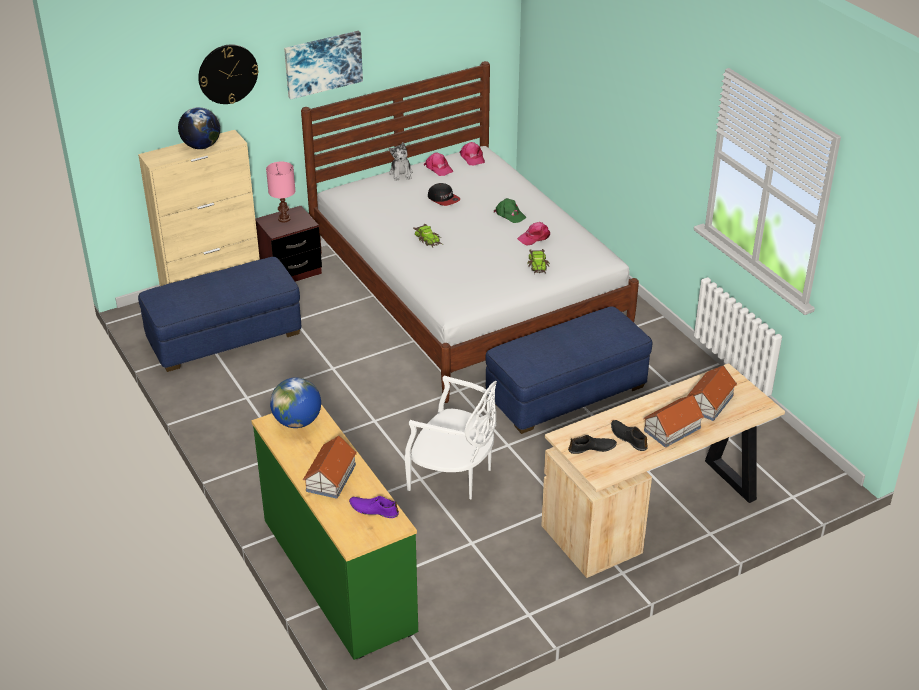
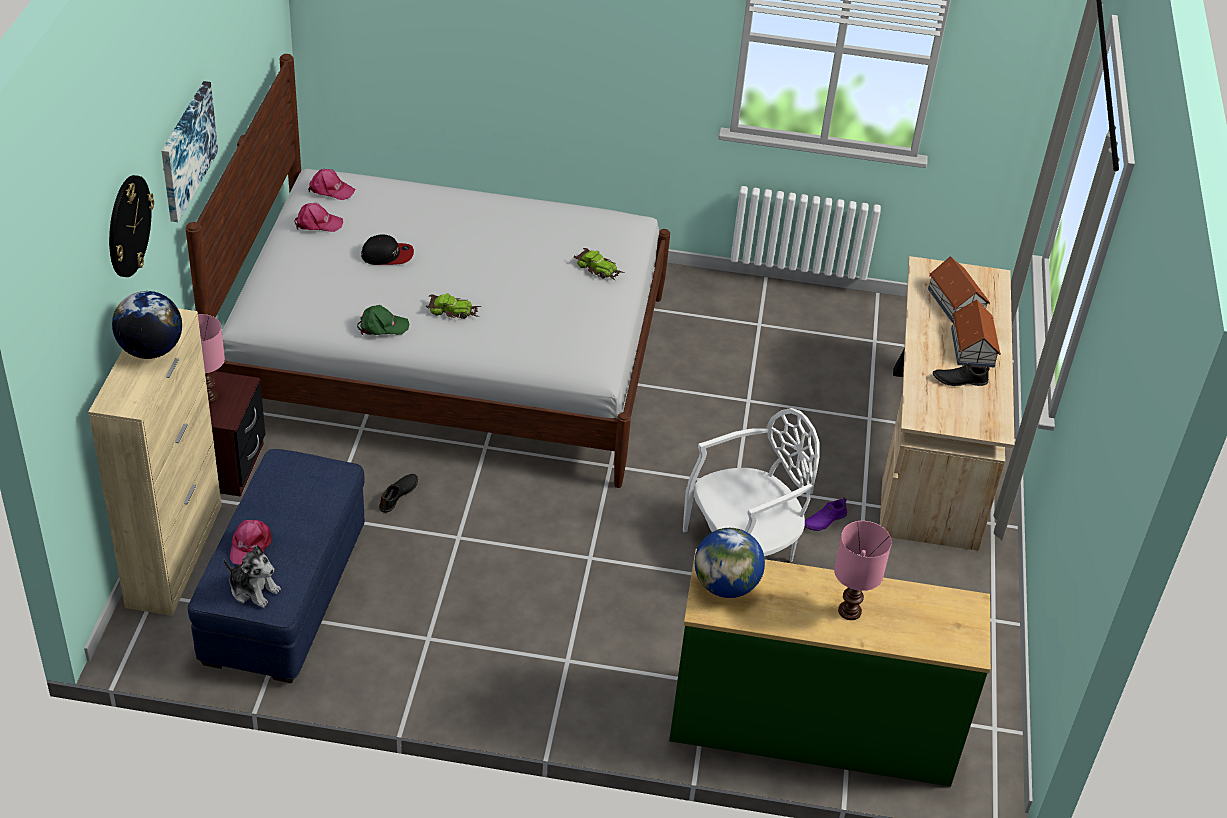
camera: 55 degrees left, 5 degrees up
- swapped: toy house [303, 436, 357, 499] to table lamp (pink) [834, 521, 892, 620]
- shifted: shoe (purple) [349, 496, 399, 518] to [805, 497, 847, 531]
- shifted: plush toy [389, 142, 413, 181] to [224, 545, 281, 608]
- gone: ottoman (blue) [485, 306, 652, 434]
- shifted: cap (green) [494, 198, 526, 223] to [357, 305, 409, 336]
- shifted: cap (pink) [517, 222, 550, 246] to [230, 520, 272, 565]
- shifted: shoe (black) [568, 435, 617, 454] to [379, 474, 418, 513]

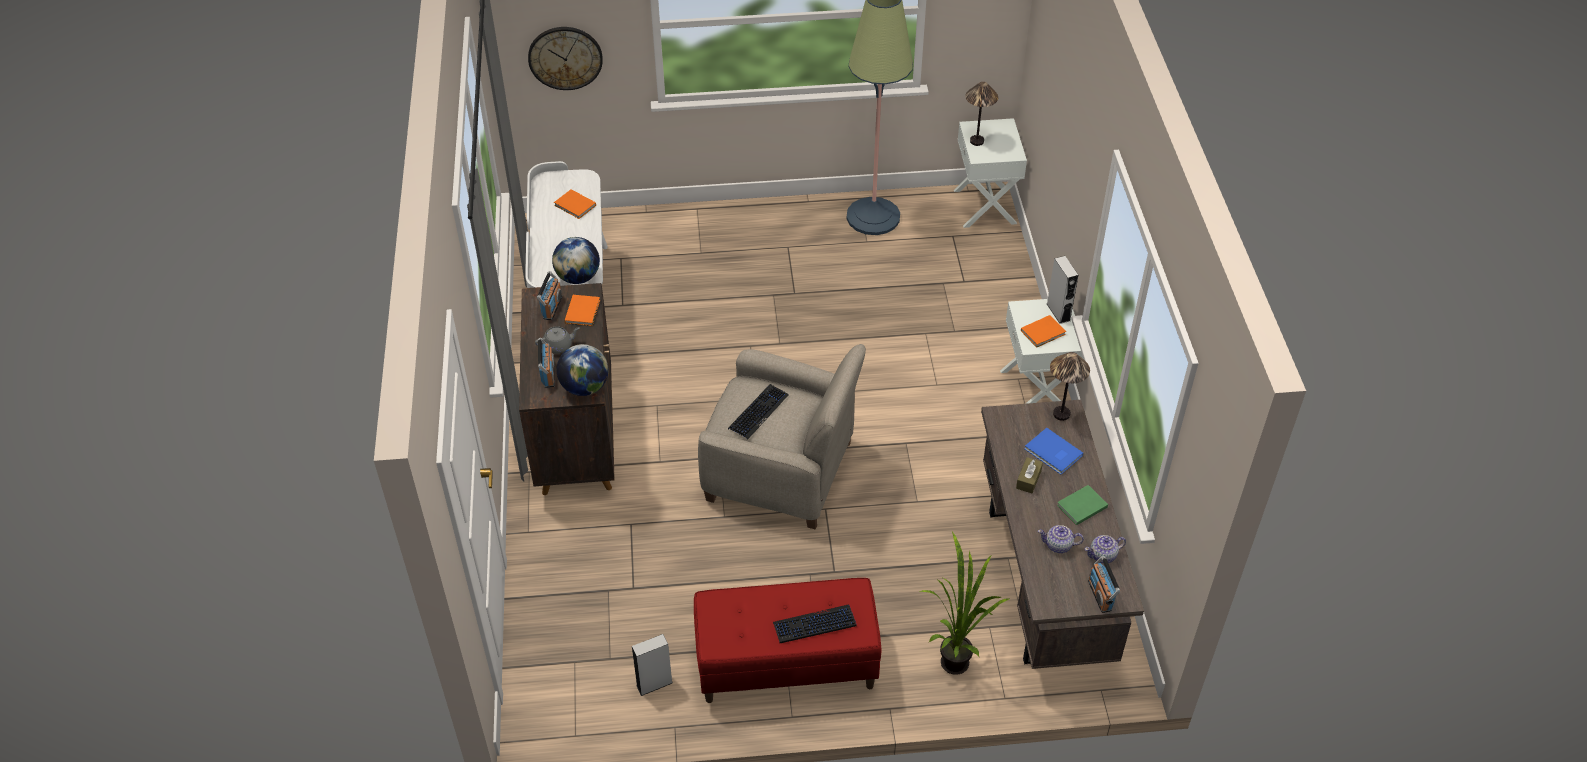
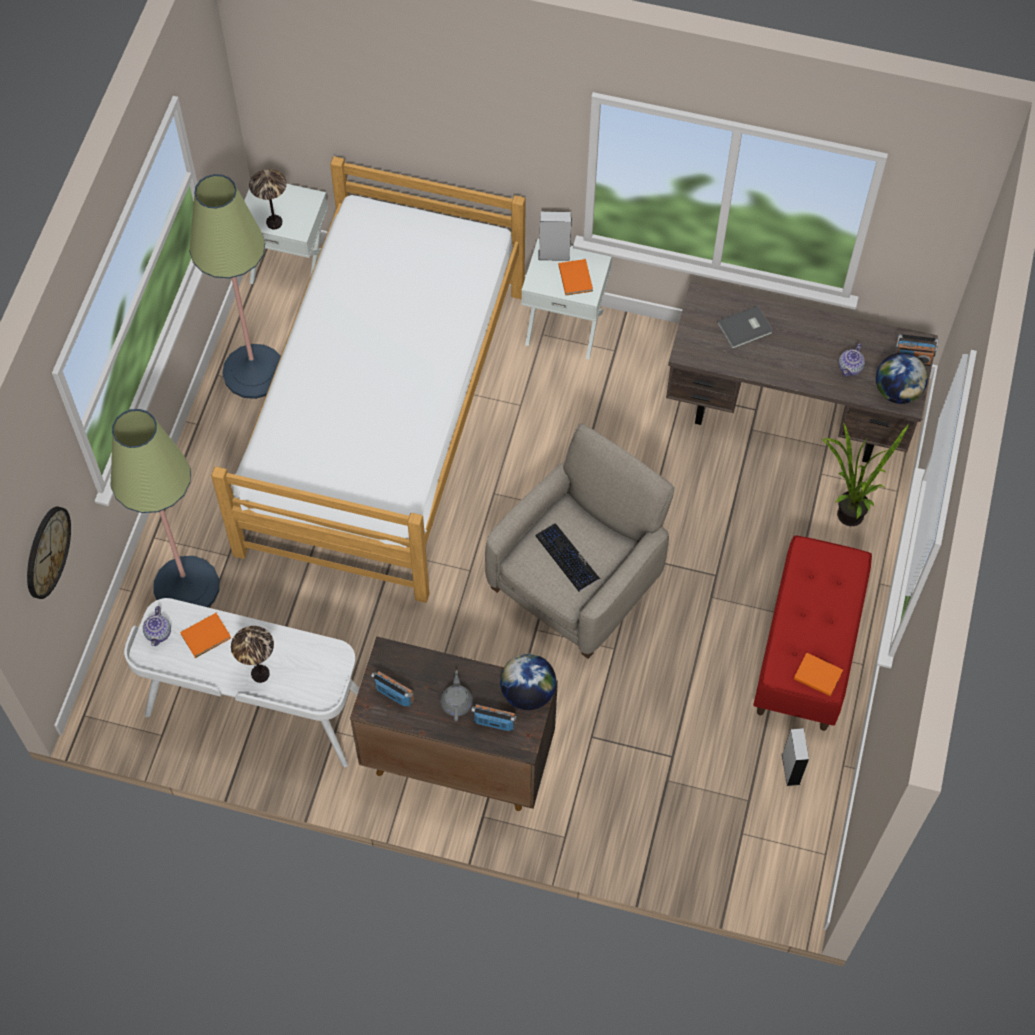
camera: 70 degrees left, 15 degrees up
- shifted: globe [552, 237, 600, 284] to [876, 352, 928, 404]
- shifted: book (orange) [565, 295, 600, 326] to [794, 653, 843, 696]
- gone: keyboard [773, 604, 857, 644]
- gone: tissue box (brown) [1016, 457, 1043, 493]
- repainted: book (blue) [1025, 428, 1083, 474] to book (grey) [717, 306, 773, 349]
- shifted: table lamp [1050, 352, 1090, 421] to [231, 626, 274, 683]
- gone: book (green) [1057, 485, 1108, 525]
- shifted: teapot [1085, 535, 1126, 563] to [143, 606, 171, 646]
- new: floor lamp [111, 409, 219, 607]
- new: bed [211, 156, 526, 603]

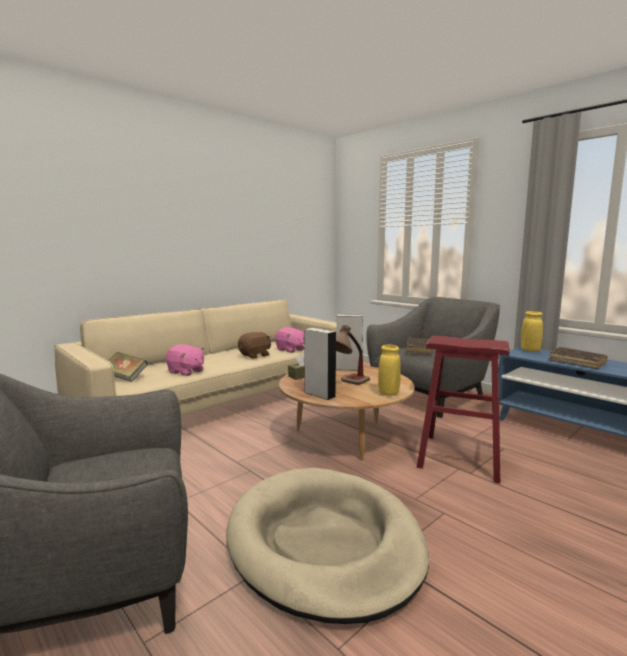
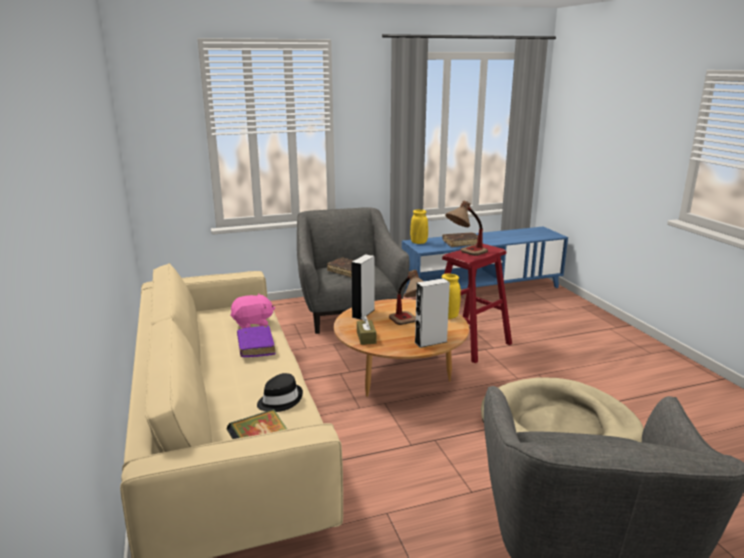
camera: 65 degrees left, 10 degrees up
- swapped: plush toy (pink) [165, 344, 204, 376] to hat (black) [257, 373, 303, 412]
- swapped: plush toy (brown) [238, 332, 271, 359] to book (purple) [237, 325, 275, 357]
- new: table lamp [445, 201, 488, 256]

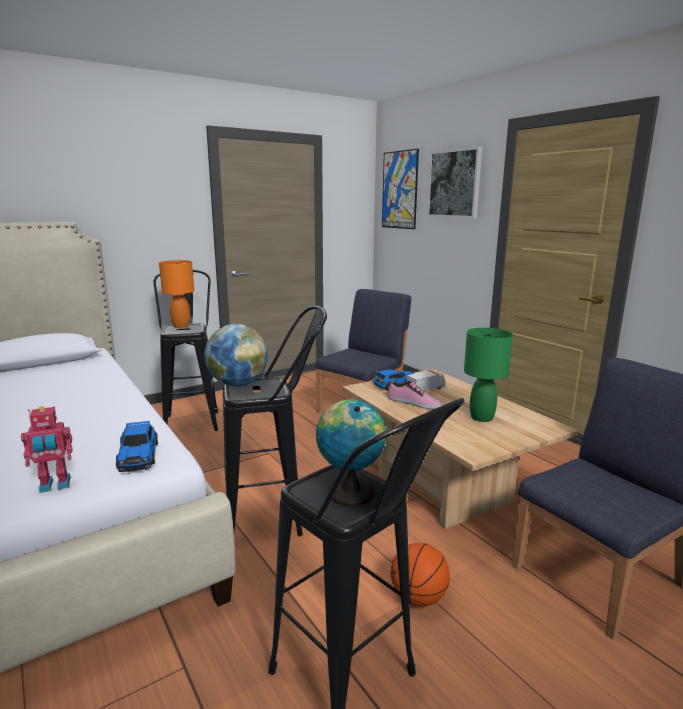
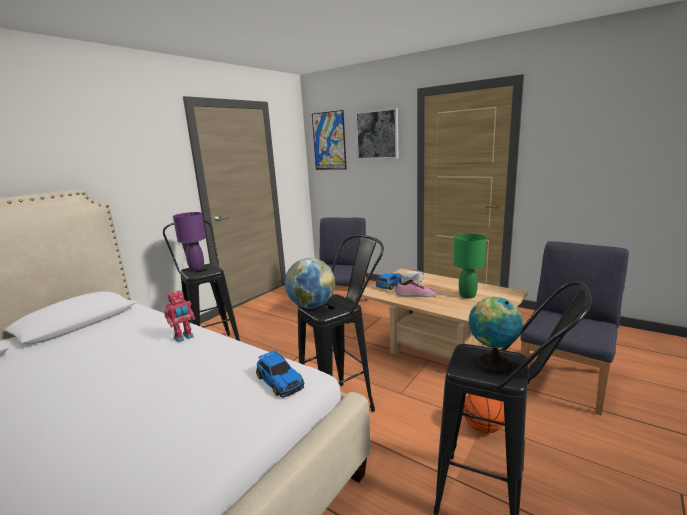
camera: 20 degrees left, 0 degrees up
- shifted: toy robot [21, 406, 73, 493] to [164, 290, 195, 343]
- repainted: table lamp (orange) [159, 260, 194, 328] to table lamp (purple) [173, 212, 206, 270]

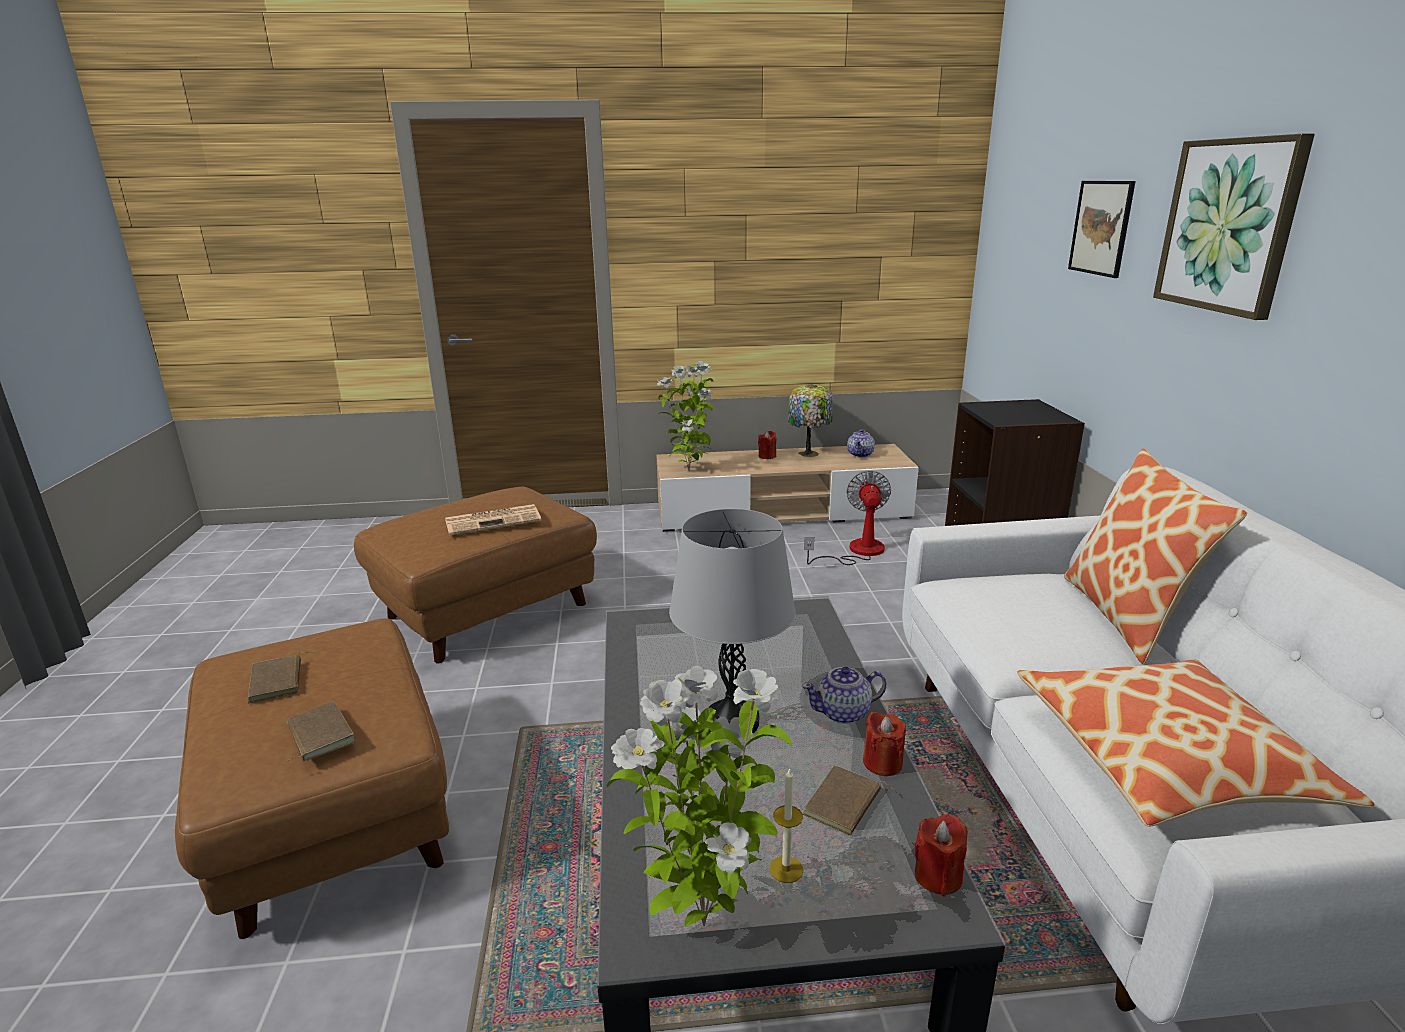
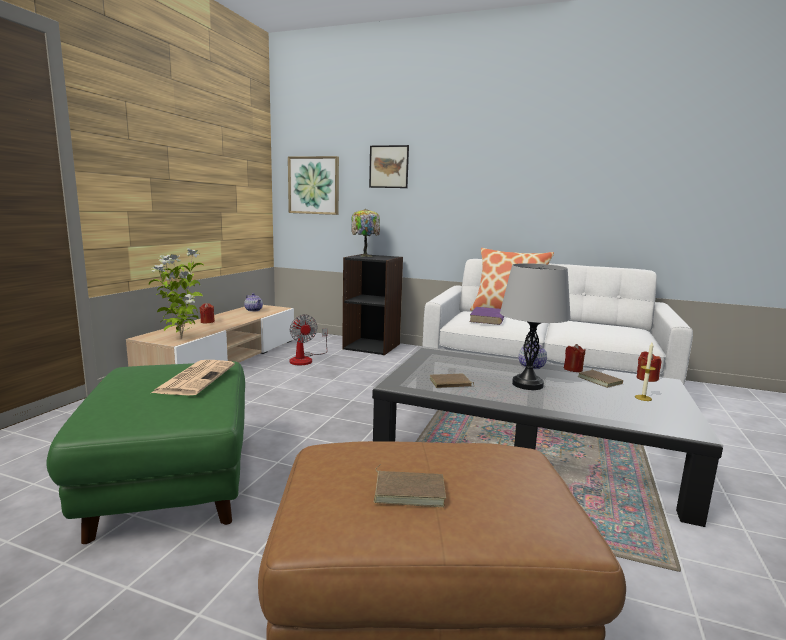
camera: 65 degrees left, 10 degrees down
- shifted: book (brown) [284, 701, 355, 763] to [429, 373, 474, 388]
- repainted: ottoman (brown) [354, 487, 597, 663] to ottoman (green) [46, 361, 245, 544]
- gone: potted plant [607, 666, 792, 927]
- shifted: table lamp [788, 384, 833, 457] to [351, 209, 380, 257]
- rotated: fan [804, 470, 891, 565] = [290, 314, 328, 365] 150 degrees counterclockwise
- gone: pillow [1017, 659, 1375, 827]
- shifted: picture [1153, 133, 1315, 320] to [288, 156, 339, 215]
- new: book (purple) [469, 307, 505, 325]

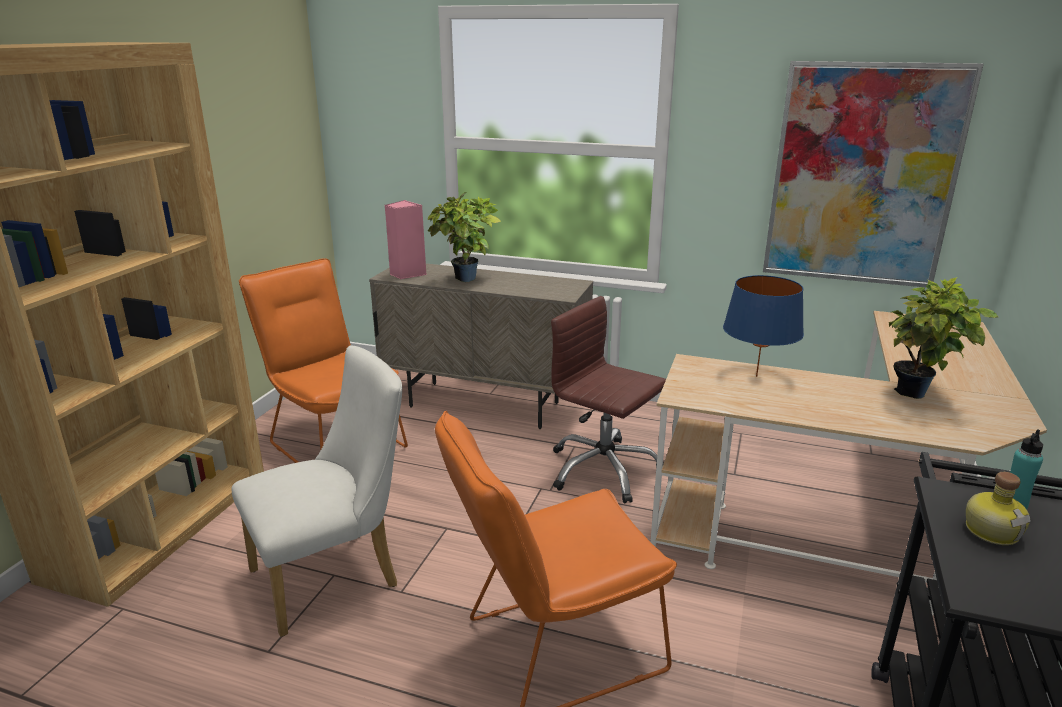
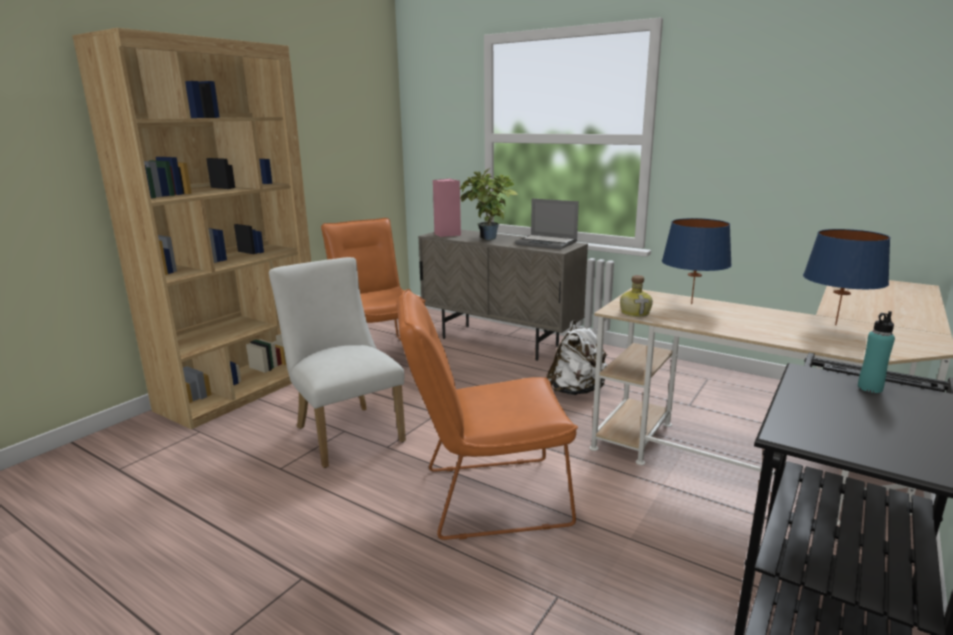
camera: 15 degrees right, 5 degrees down
- rotated: chair (white) [231, 346, 402, 637] = [269, 257, 406, 468] 105 degrees counterclockwise
- swapped: office chair (brown) [551, 296, 666, 504] to backpack (white) [547, 320, 607, 395]
- gone: picture [763, 61, 984, 287]
- swapped: potted plant [889, 277, 998, 399] to table lamp (blue) [803, 229, 891, 325]
- shifted: bottle [966, 472, 1031, 545] to [620, 275, 653, 317]
- new: laptop [515, 198, 579, 250]

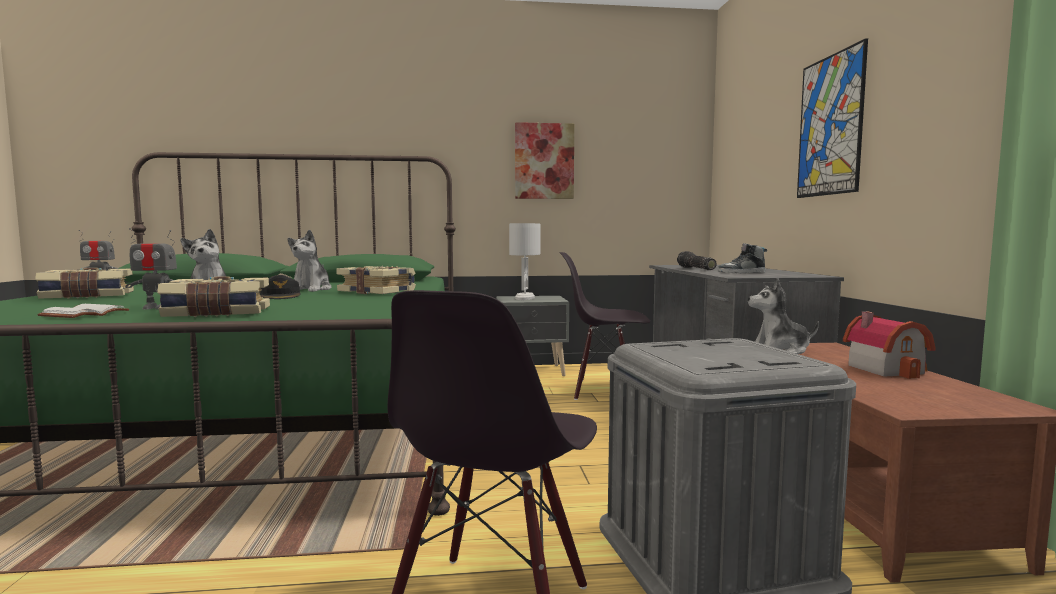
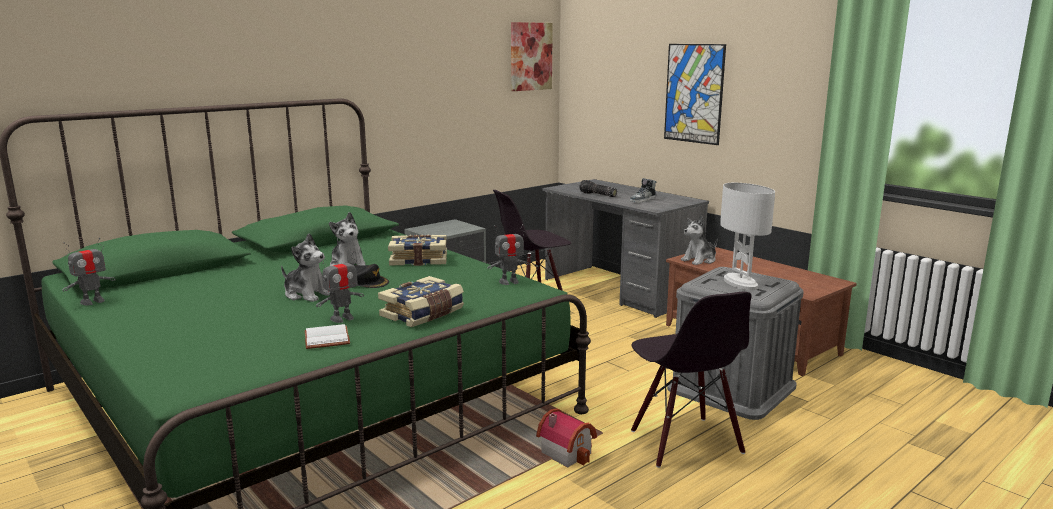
camera: 35 degrees left, 10 degrees up
- gone: book [35, 268, 134, 299]
- shifted: table lamp (white) [509, 223, 541, 300] to [720, 183, 775, 290]
- shifted: picture [515, 122, 574, 199] to [511, 22, 553, 91]
- shifted: toy house [843, 312, 936, 379] to [536, 409, 597, 467]
- new: toy robot [488, 224, 530, 285]

